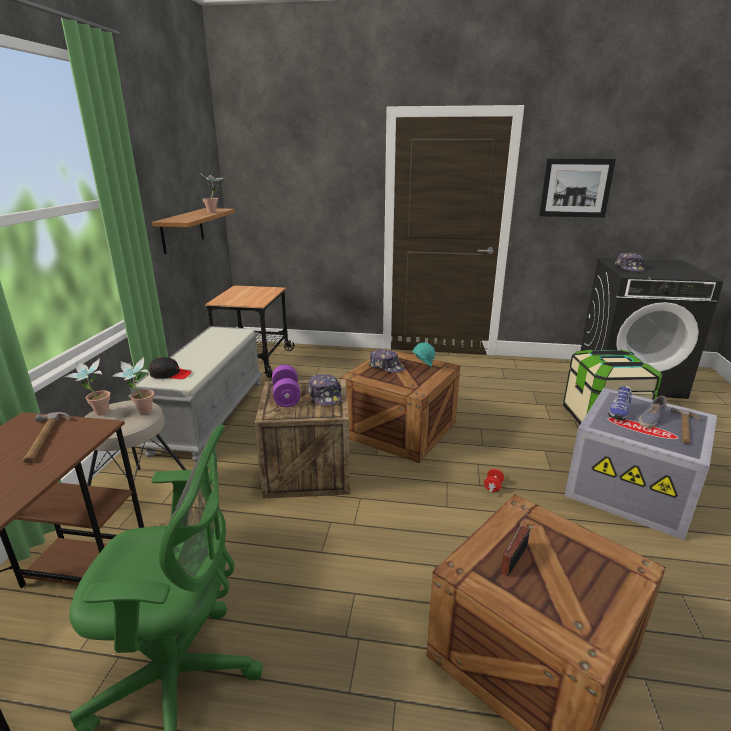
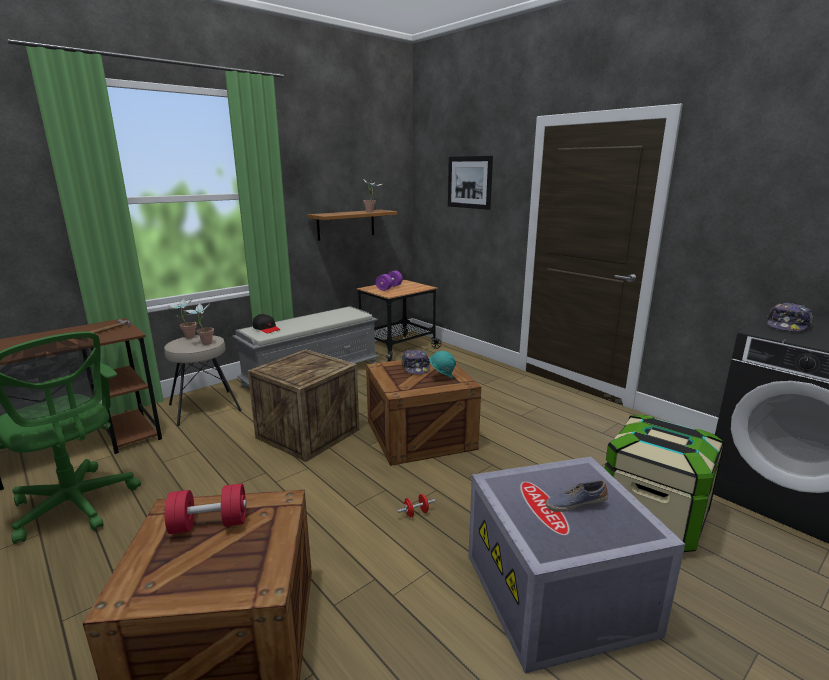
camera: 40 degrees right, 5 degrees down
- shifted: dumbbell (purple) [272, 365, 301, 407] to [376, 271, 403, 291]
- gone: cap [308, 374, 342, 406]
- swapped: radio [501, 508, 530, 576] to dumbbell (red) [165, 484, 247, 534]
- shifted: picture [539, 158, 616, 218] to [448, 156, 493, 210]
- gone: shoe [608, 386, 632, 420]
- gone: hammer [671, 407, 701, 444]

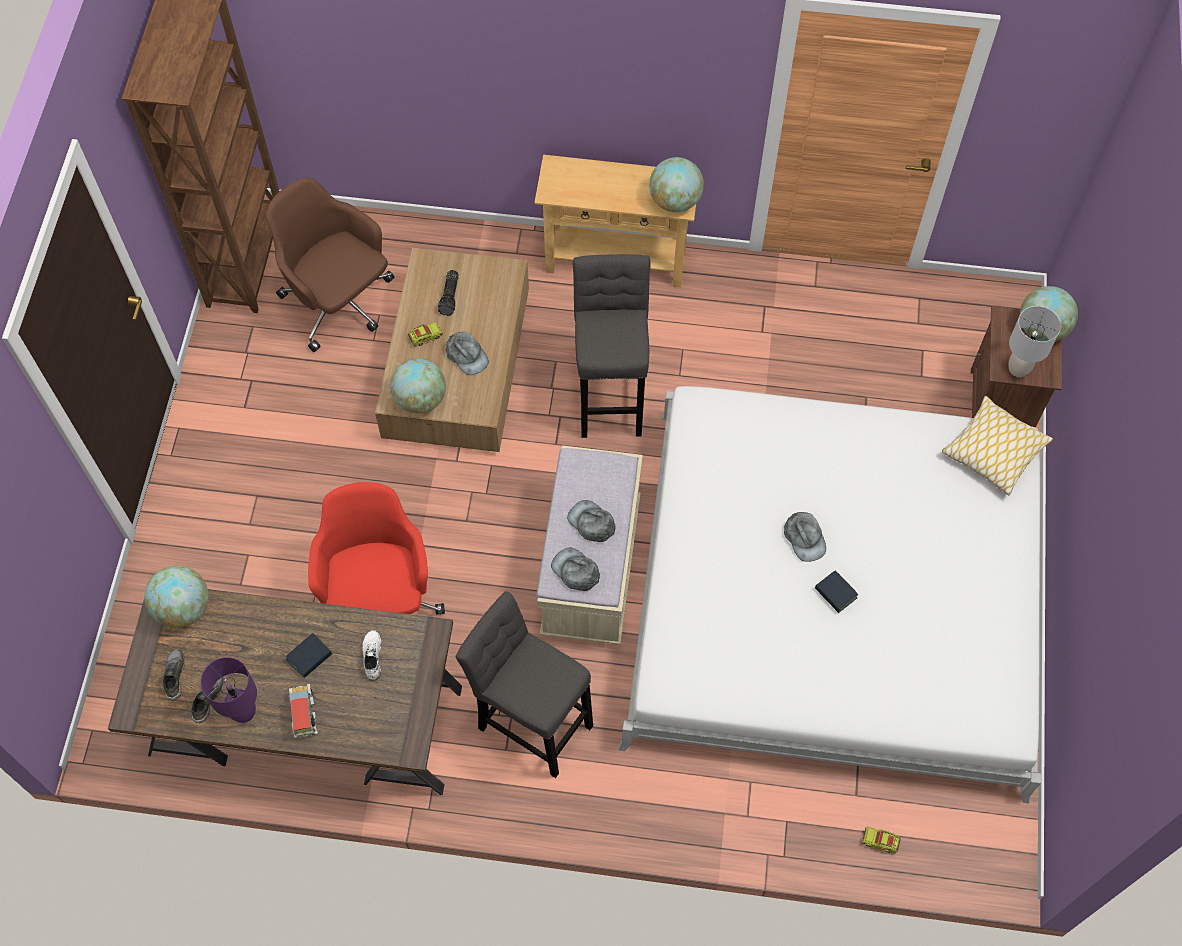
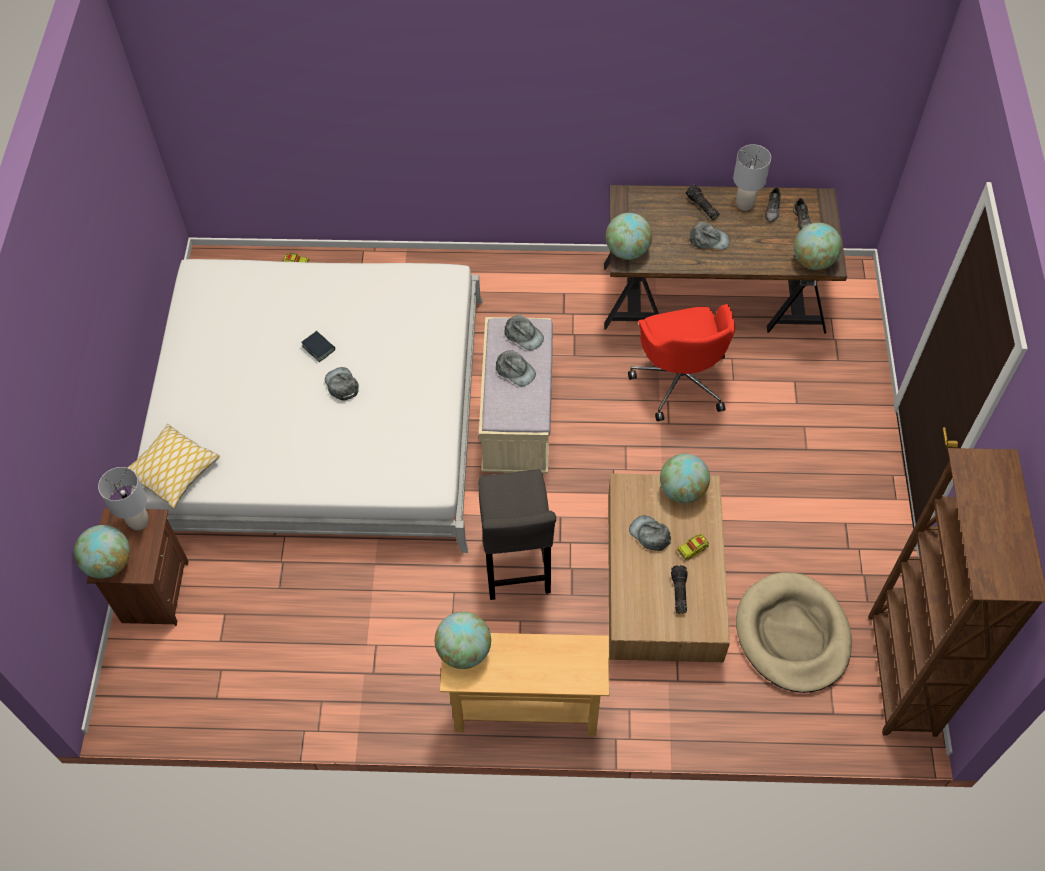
camera: 175 degrees right, 5 degrees down
- repainted: table lamp (purple) [201, 657, 257, 723] to table lamp (grey) [733, 144, 771, 211]
- swapped: office chair (brown) [265, 178, 394, 352] to dog bed (beige) [736, 572, 852, 693]
- swapped: book [286, 633, 332, 678] to cap (grey) [689, 222, 730, 250]
- swapped: toy truck [289, 684, 318, 738] to flashlight [686, 185, 719, 220]
- gone: shoe (white) [362, 630, 382, 681]
- gone: stool (grey) [456, 591, 593, 778]
- new: globe [606, 213, 652, 260]

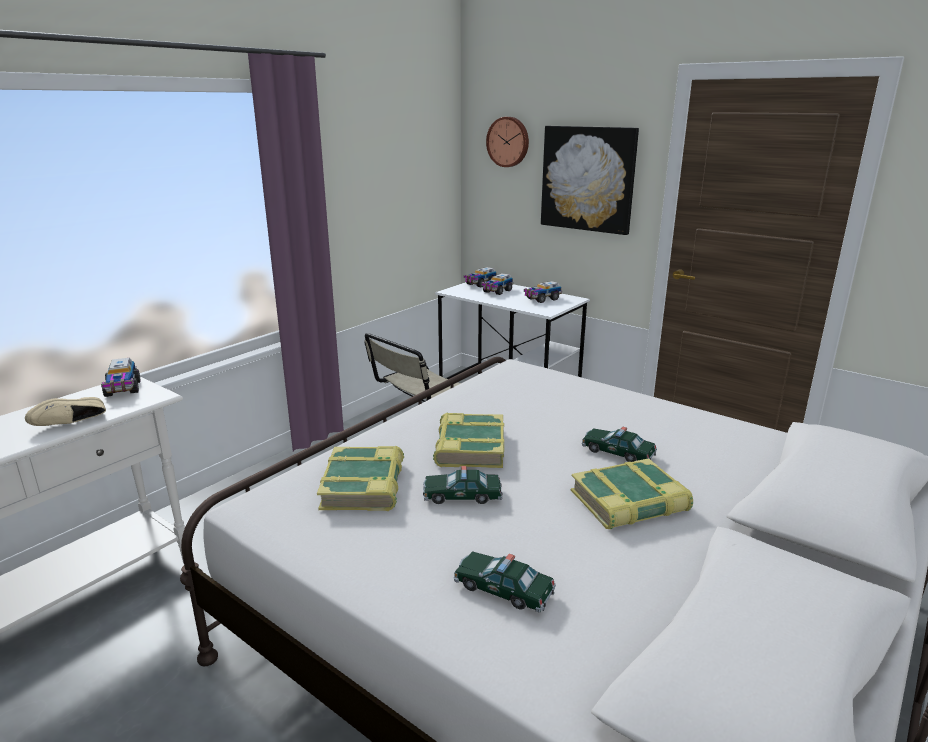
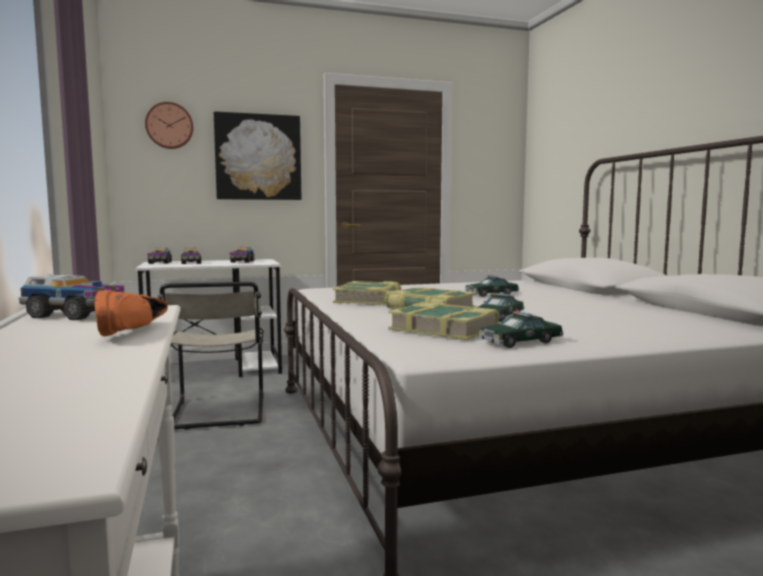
camera: 55 degrees left, 15 degrees down
- repainted: shoe (beige) [25, 397, 106, 426] to shoe (orange) [94, 290, 168, 336]
- shifted: toy car [453, 551, 556, 612] to [478, 311, 564, 348]
- shifted: book [571, 458, 693, 529] to [333, 281, 401, 305]

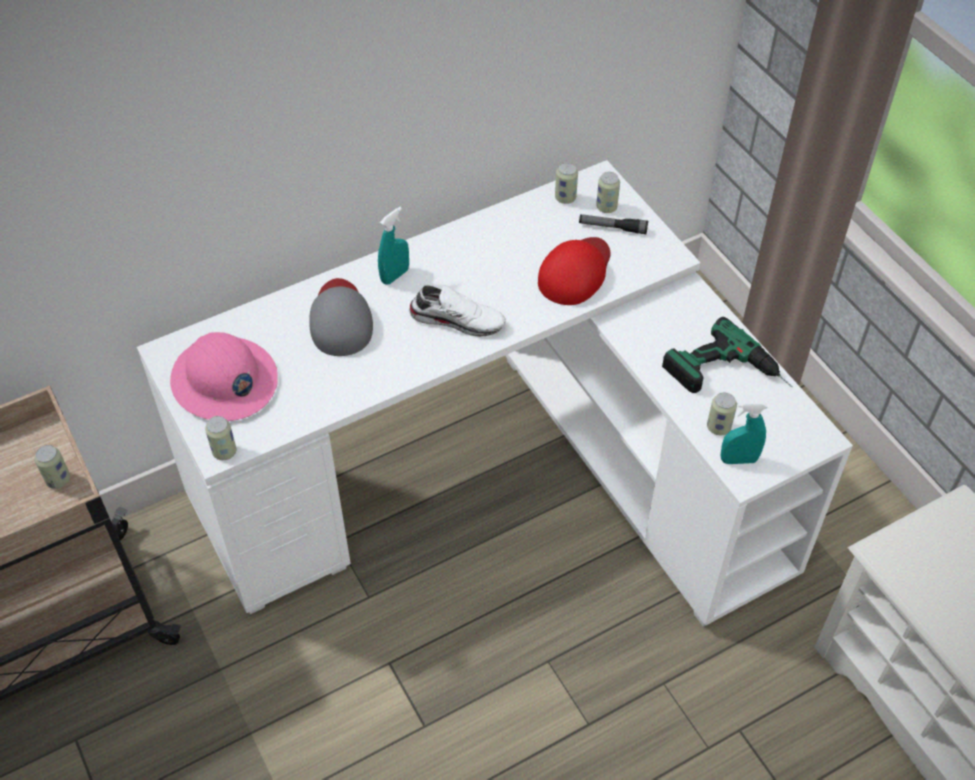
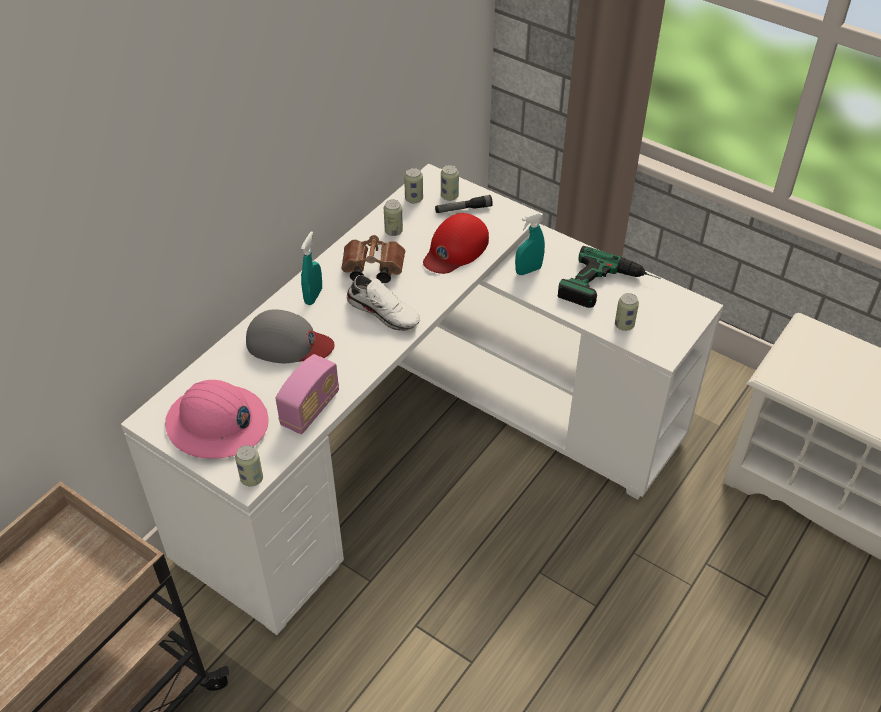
camera: 25 degrees left, 5 degrees down
- shifted: can [35, 445, 70, 489] to [384, 199, 403, 236]
- rotated: cap (grey) [309, 278, 373, 356] = [246, 309, 335, 363] 135 degrees clockwise
- rotated: shoe (white) [409, 285, 506, 337] = [346, 275, 420, 331] 45 degrees clockwise
- rotated: cap (red) [538, 237, 611, 305] = [423, 213, 489, 274] 150 degrees counterclockwise
- shifted: spray bottle (turquoise) [721, 402, 767, 464] to [515, 213, 545, 275]
- new: radio [275, 354, 339, 434]
- new: binoculars (brown) [341, 235, 405, 283]

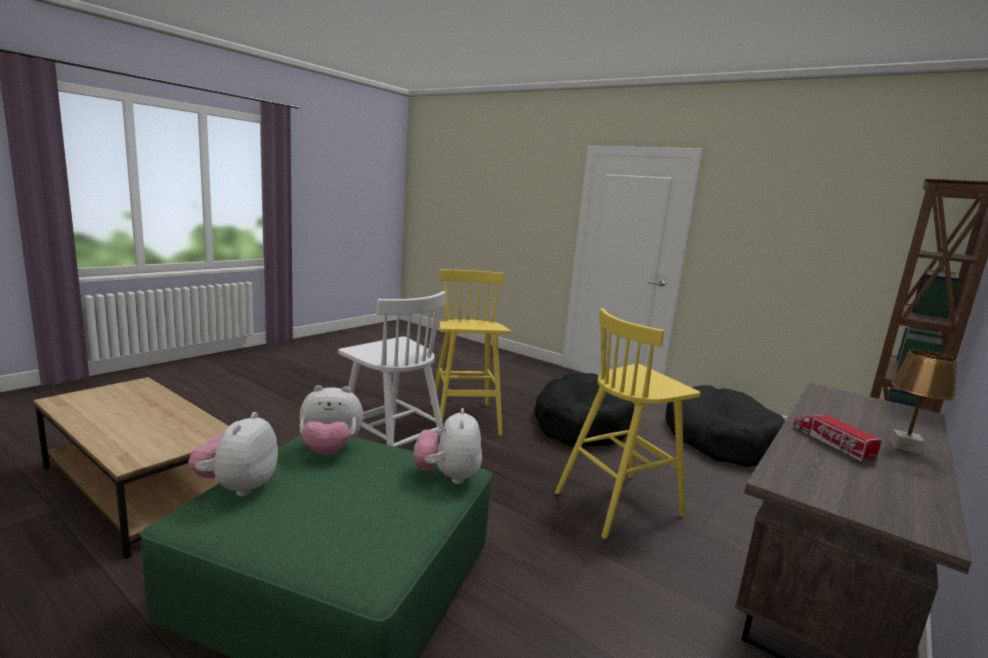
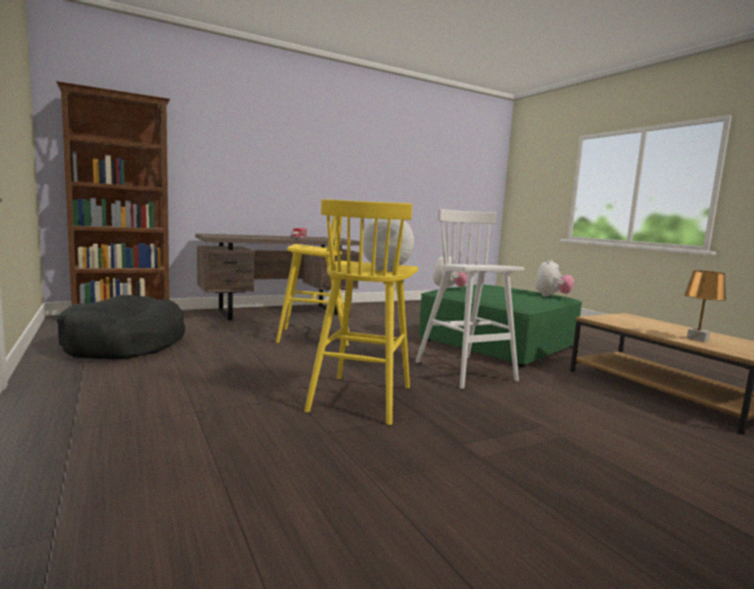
camera: 155 degrees left, 5 degrees down
- shifted: plush toy [299, 385, 363, 456] to [363, 219, 414, 272]
- gone: dog bed (black) [534, 373, 634, 446]
- shifted: table lamp (brown) [890, 350, 958, 454] to [684, 270, 726, 342]

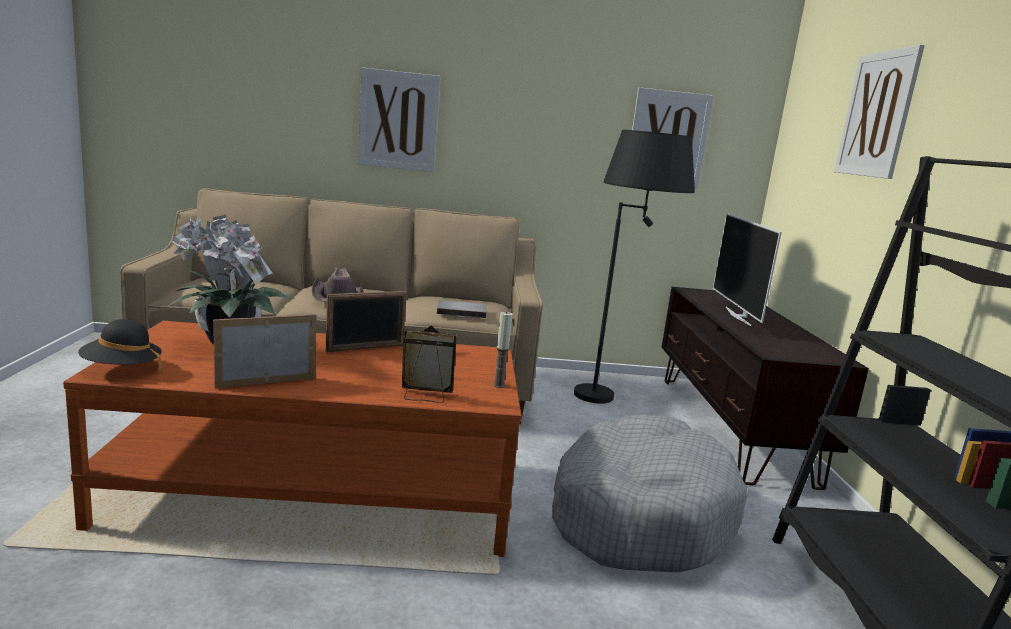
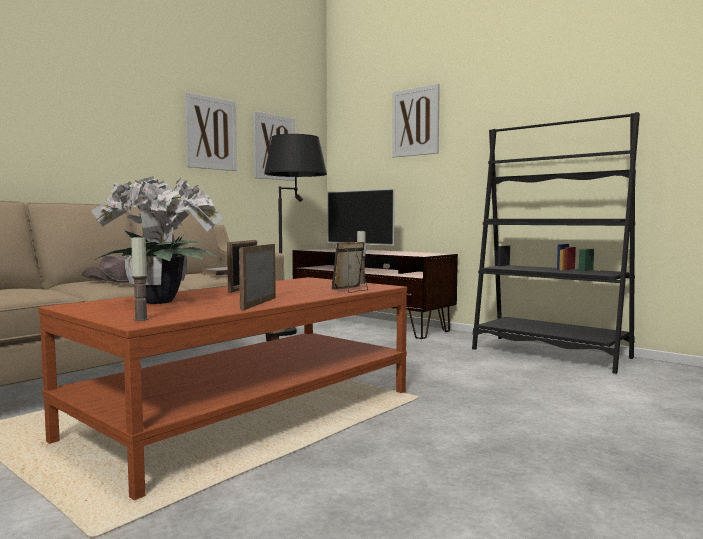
camera: 45 degrees left, 10 degrees down
- swapped: hat (black) [78, 319, 162, 371] to candle [131, 235, 149, 321]
- shifted: picture [357, 67, 441, 172] to [185, 92, 237, 171]
- gone: dog bed (grey) [552, 415, 748, 572]

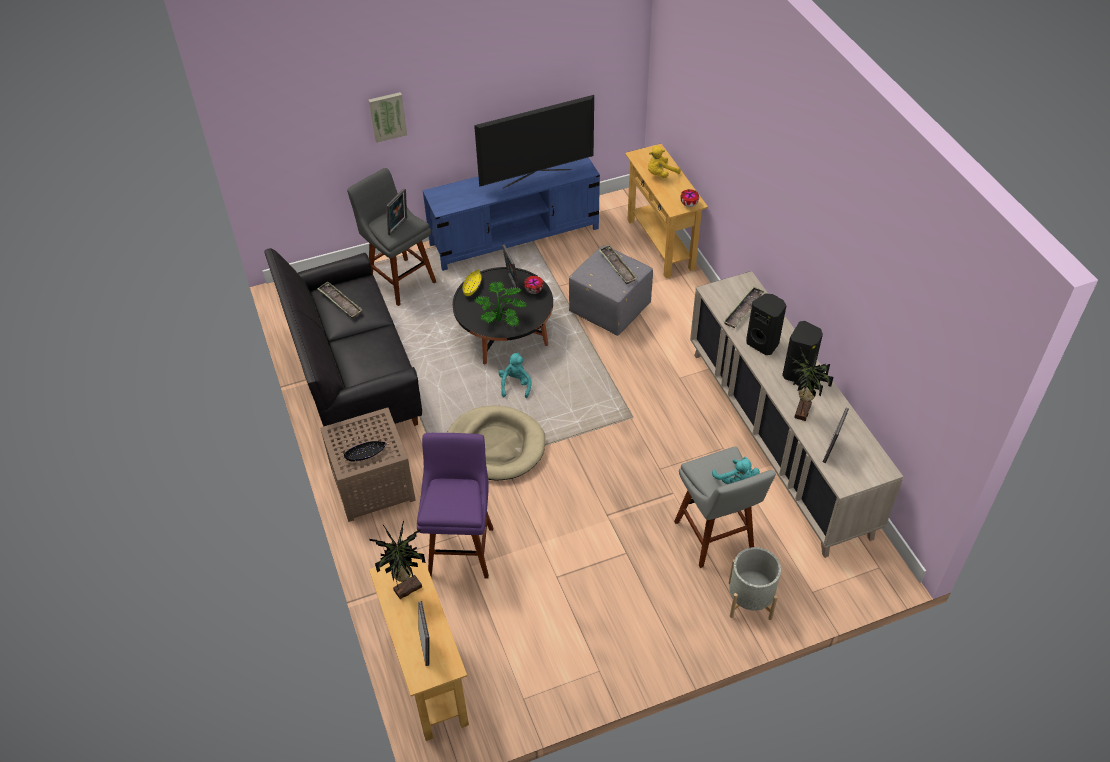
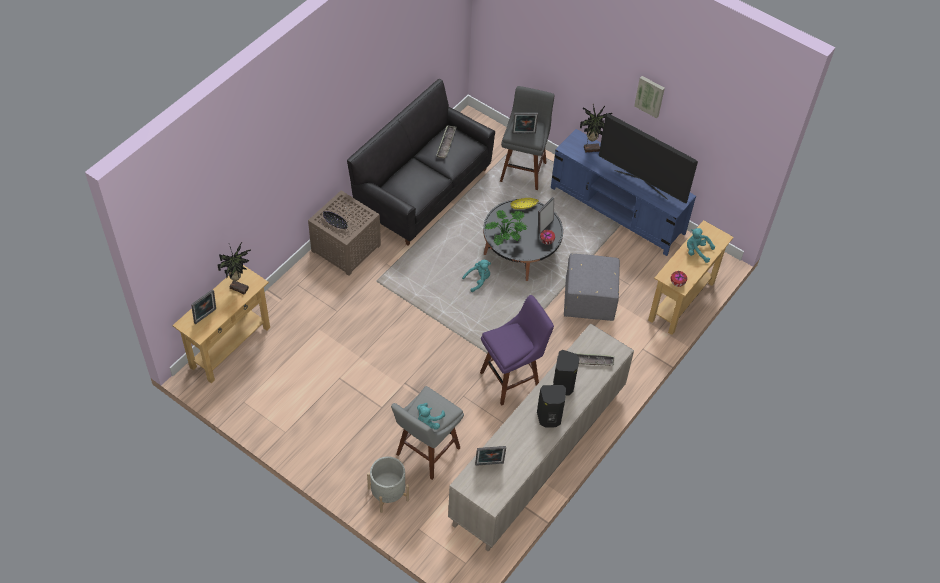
camera: 55 degrees right, 5 degrees up
- shifted: picture [369, 92, 407, 143] to [634, 76, 665, 118]
- shifted: stool (purple) [417, 433, 493, 579] to [480, 295, 554, 406]
- gone: dog bed (beige) [447, 405, 545, 481]
- gone: tray [599, 245, 638, 284]
- repainted: plush toy (yellow) [648, 146, 681, 178] to plush toy (turquoise) [687, 228, 715, 263]
- shifted: potted plant [787, 346, 834, 421] to [580, 104, 612, 153]

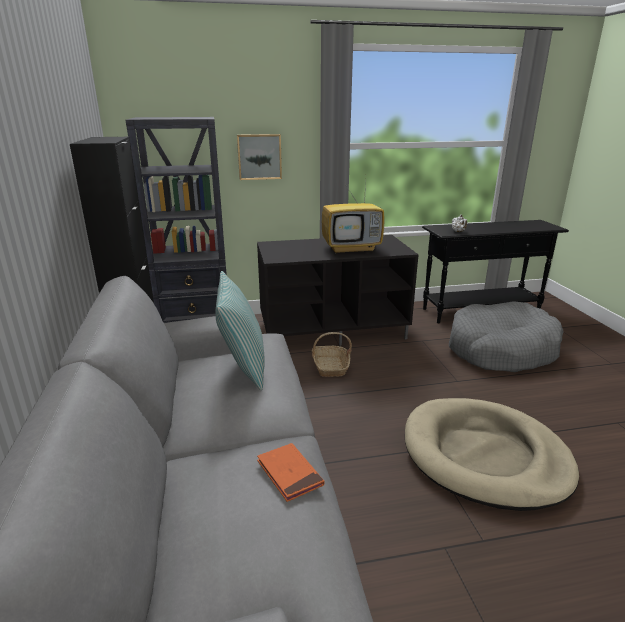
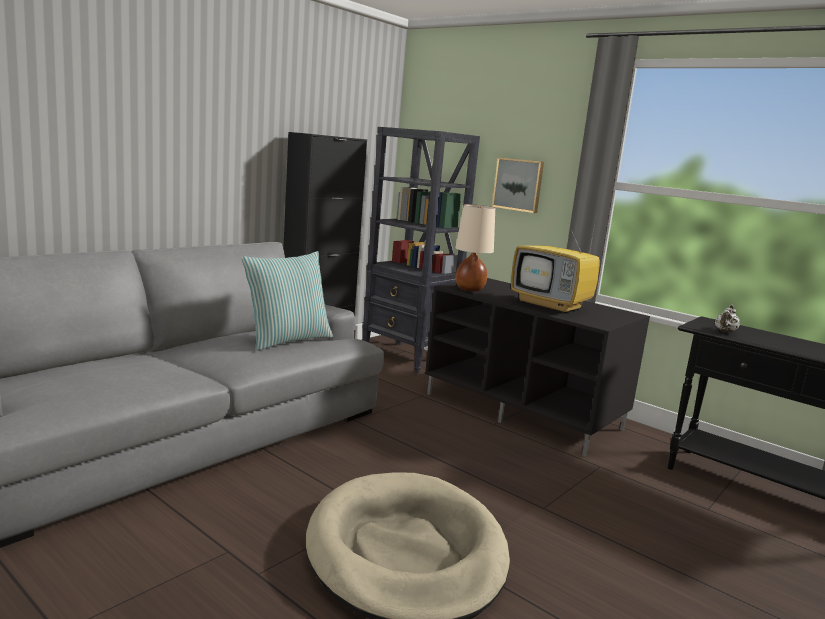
camera: 50 degrees right, 10 degrees down
- gone: book (orange) [257, 443, 324, 502]
- gone: basket [312, 332, 352, 377]
- gone: dog bed (grey) [449, 301, 564, 372]
- new: table lamp (beige) [455, 204, 495, 292]

